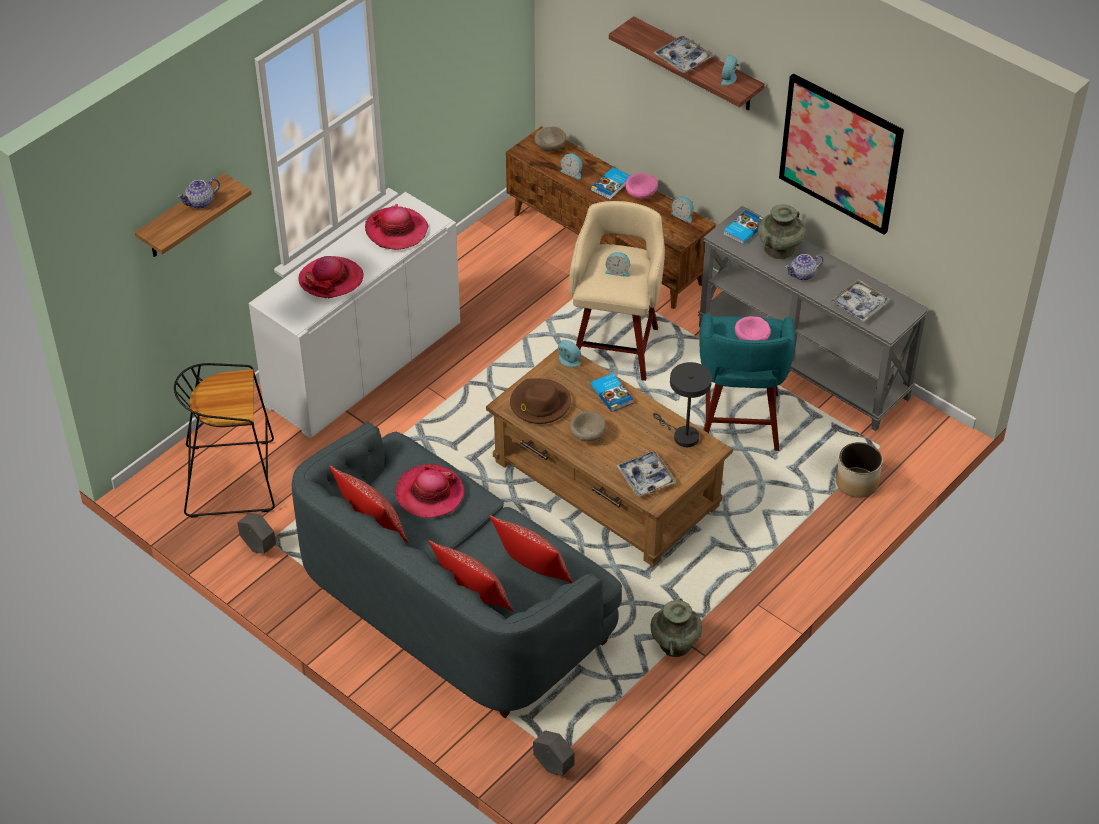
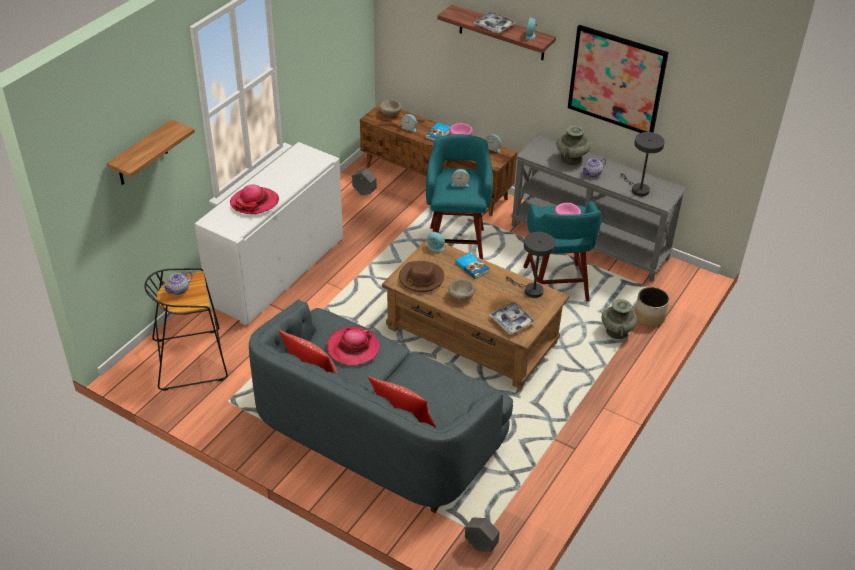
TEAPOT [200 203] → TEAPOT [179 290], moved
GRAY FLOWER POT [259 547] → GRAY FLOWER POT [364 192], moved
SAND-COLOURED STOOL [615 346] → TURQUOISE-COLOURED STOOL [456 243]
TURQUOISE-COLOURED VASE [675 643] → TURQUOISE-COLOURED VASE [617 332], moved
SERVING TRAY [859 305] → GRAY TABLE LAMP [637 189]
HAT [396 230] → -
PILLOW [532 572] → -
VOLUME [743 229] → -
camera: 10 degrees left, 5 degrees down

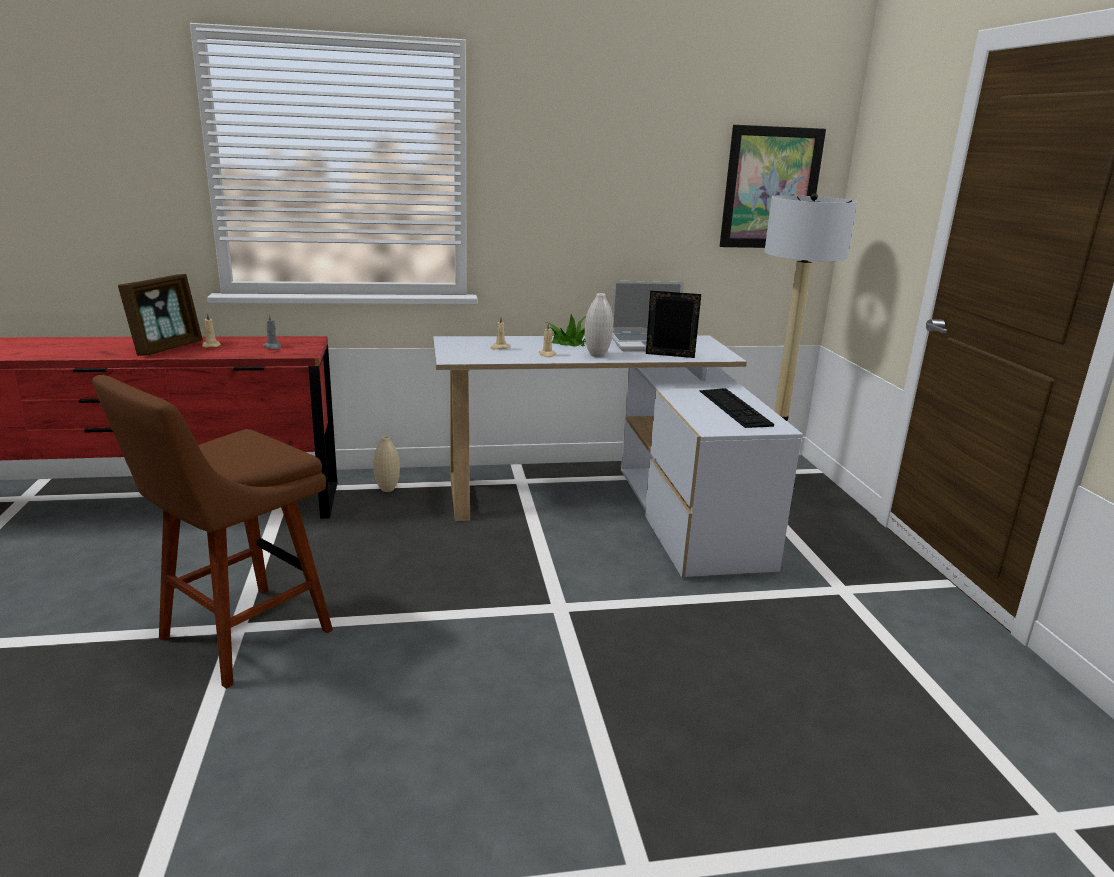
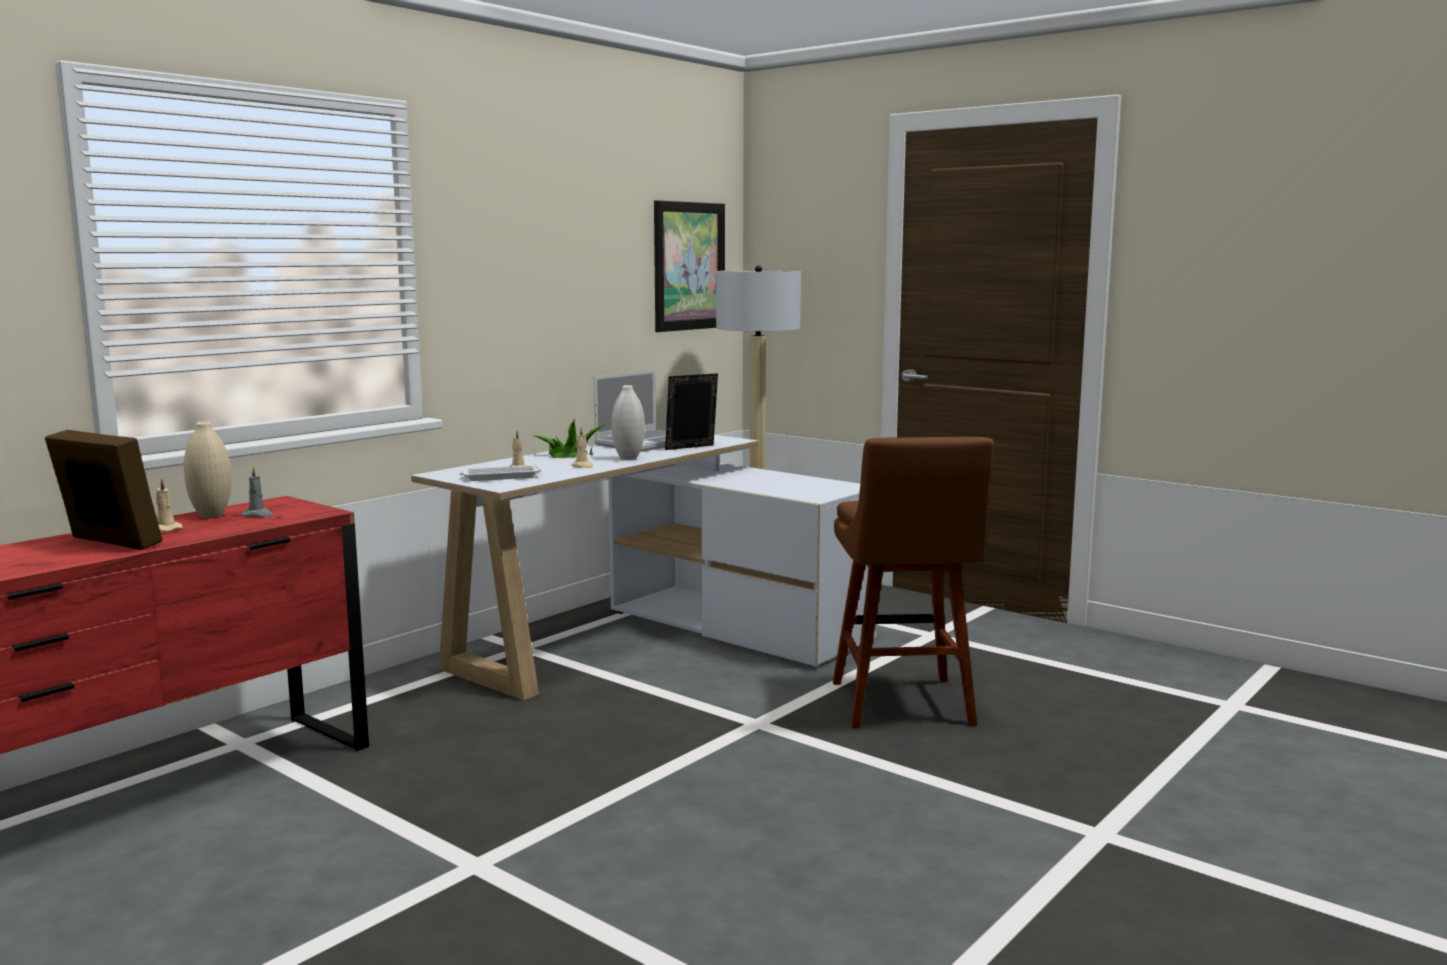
PHOTO FRAME [167 348] → PHOTO FRAME [109 543], 45 degrees counterclockwise
SAND-COLOURED VASE [387 489] → SAND-COLOURED VASE [211 515], moved
- → WHITE SERVING TRAY [499 477]
BROWN-COLOURED STOOL [238 638] → BROWN-COLOURED STOOL [903 706], moved
COMPUTER KEYBOARD [734 407] → -
camera: 40 degrees left, 10 degrees down

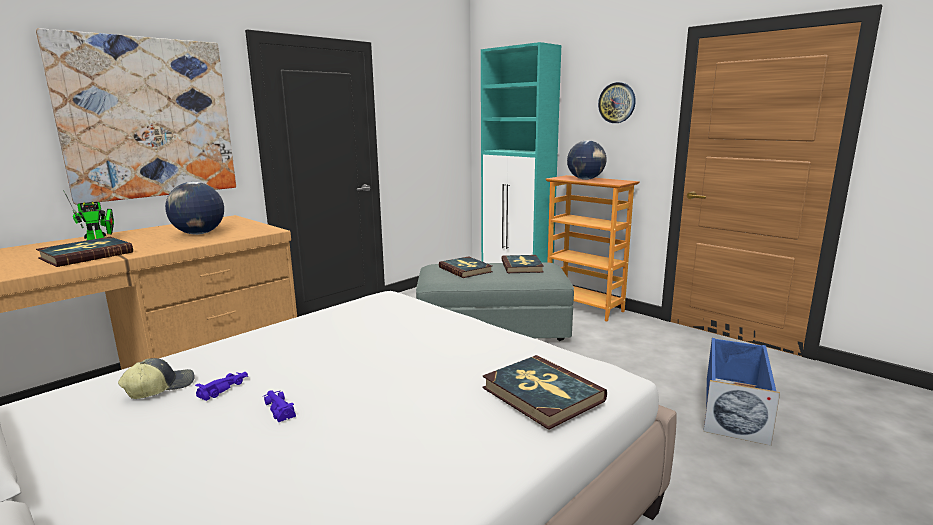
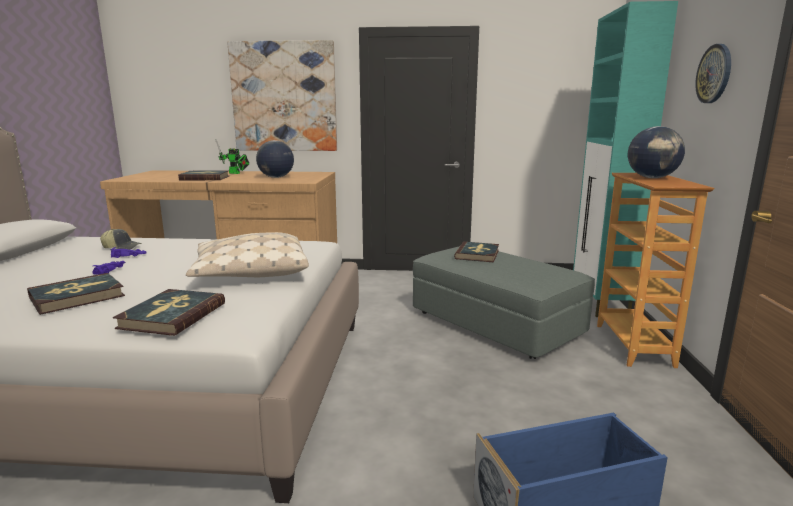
VOLUME [522 266] → VOLUME [77 297], moved
- → SAND-COLOURED PILLOW [250 272]
camera: 50 degrees right, 0 degrees up

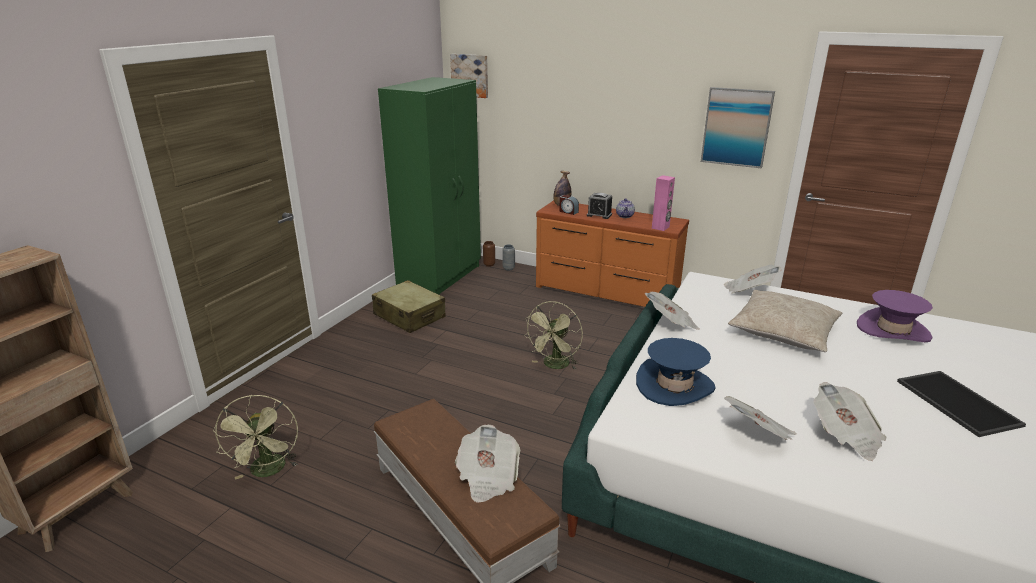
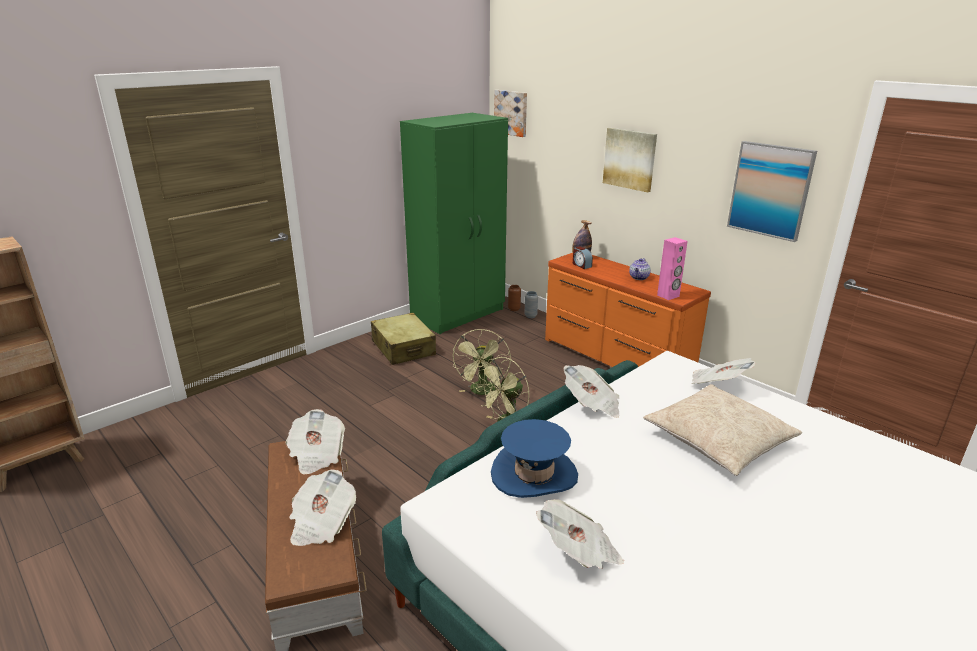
PRINTED PAPER [845 436] → PRINTED PAPER [316 455], moved
GREEN-COLOURED ELECTRIC FAN [268 471] → GREEN-COLOURED ELECTRIC FAN [483 392], moved
- → PICTURE [630 159]
TABLE CLOCK [599 215] → -
PURPLISH HAT [893 330] → -
SERVING TRAY [955 402] → -
camera: 20 degrees right, 0 degrees up

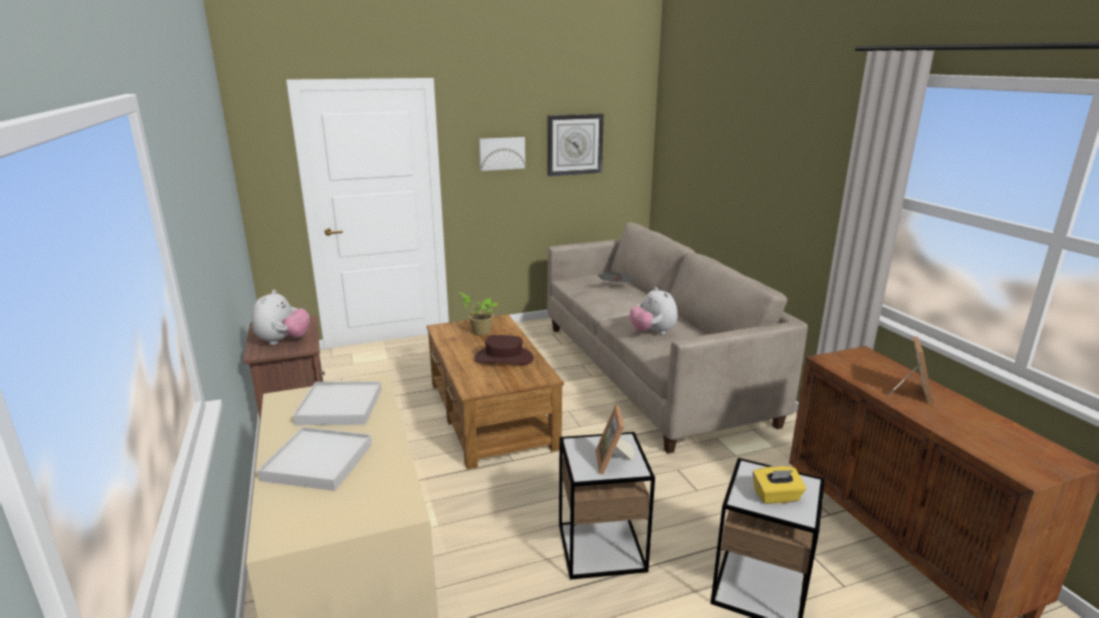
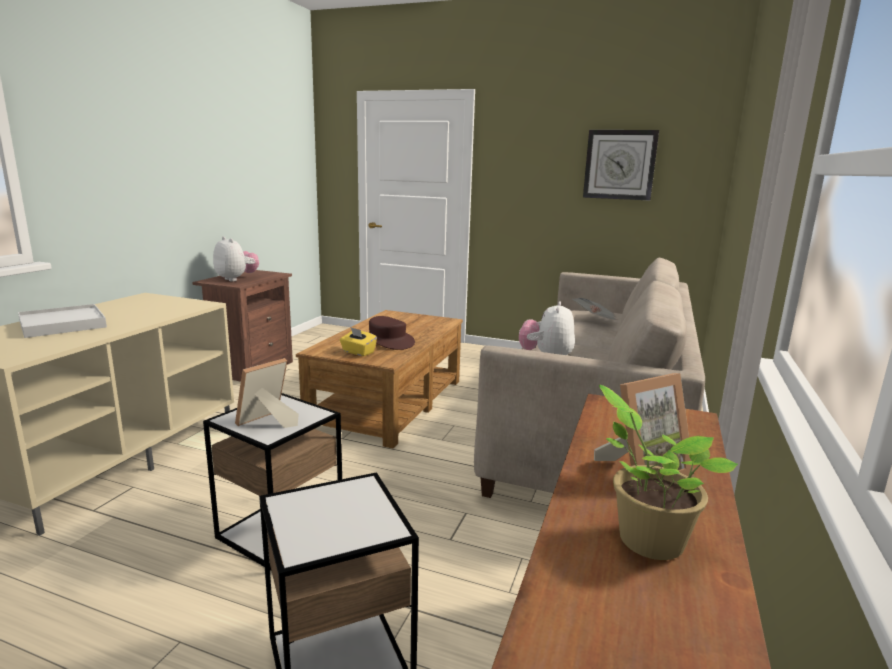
SOFT TOY [283 341] → SOFT TOY [236 279], 90 degrees counterclockwise
YELLOWISH TISSUE HOLDER [776 497] → YELLOWISH TISSUE HOLDER [358 352], moved
HOUSEPLANT [480 332] → HOUSEPLANT [645 539], moved
WHITE SERVING TRAY [340 407] → -
PICTURE [501 153] → -
camera: 40 degrees right, 5 degrees down

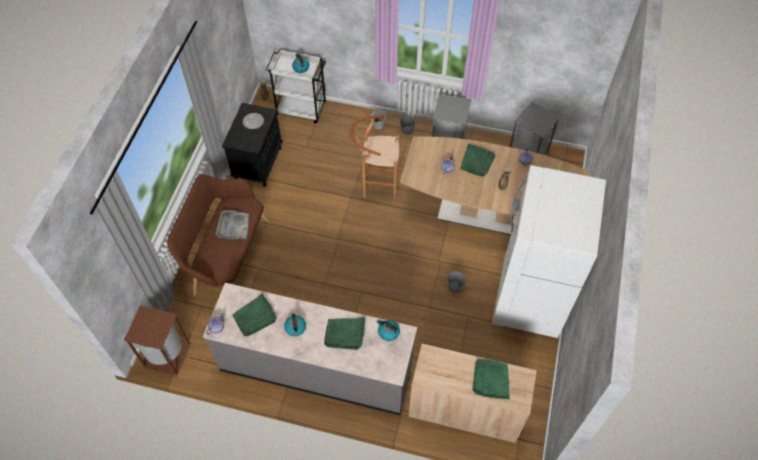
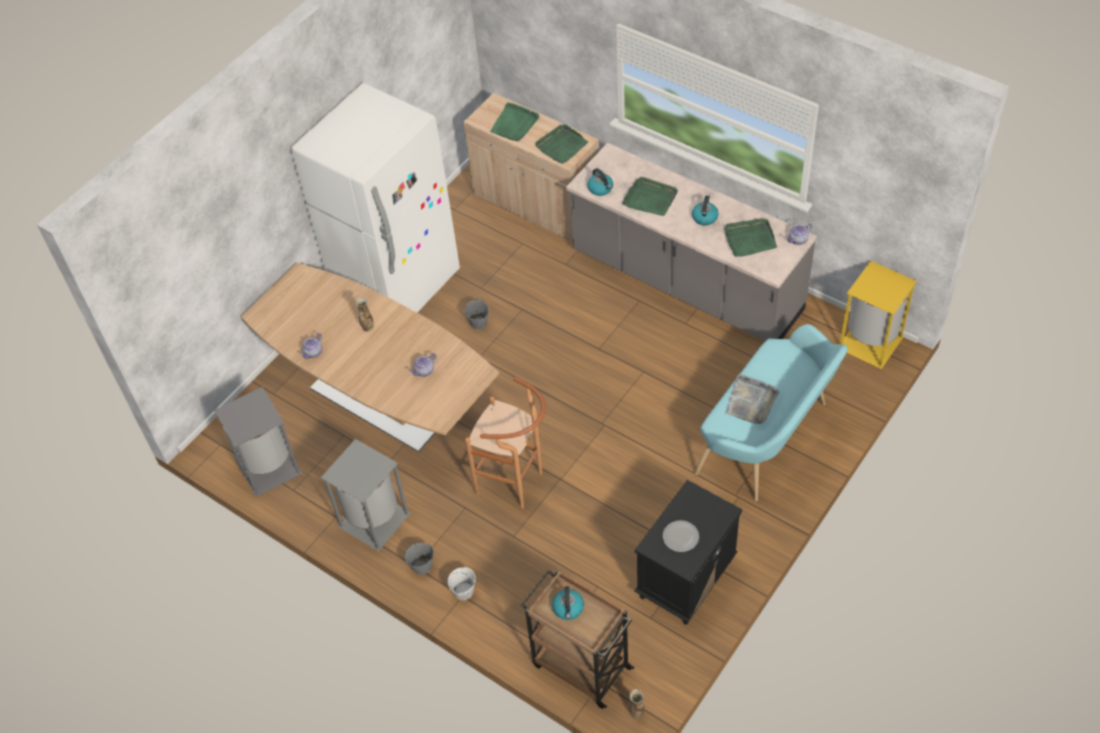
WHITE WHEELED CART [301 109] → BROWN-COLOURED WHEELED CART [580 665]
GREEN-COLOURED SERVING TRAY [477 162] → GREEN-COLOURED SERVING TRAY [561 146], moved
BROWN-COLOURED LONG SEAT [227 258] → TURQUOISE-COLOURED LONG SEAT [768 440]
BROWN-COLOURED TRASH CAN [166 354] → YELLOWISH TRASH CAN [870 343]
camera: 155 degrees left, 5 degrees down

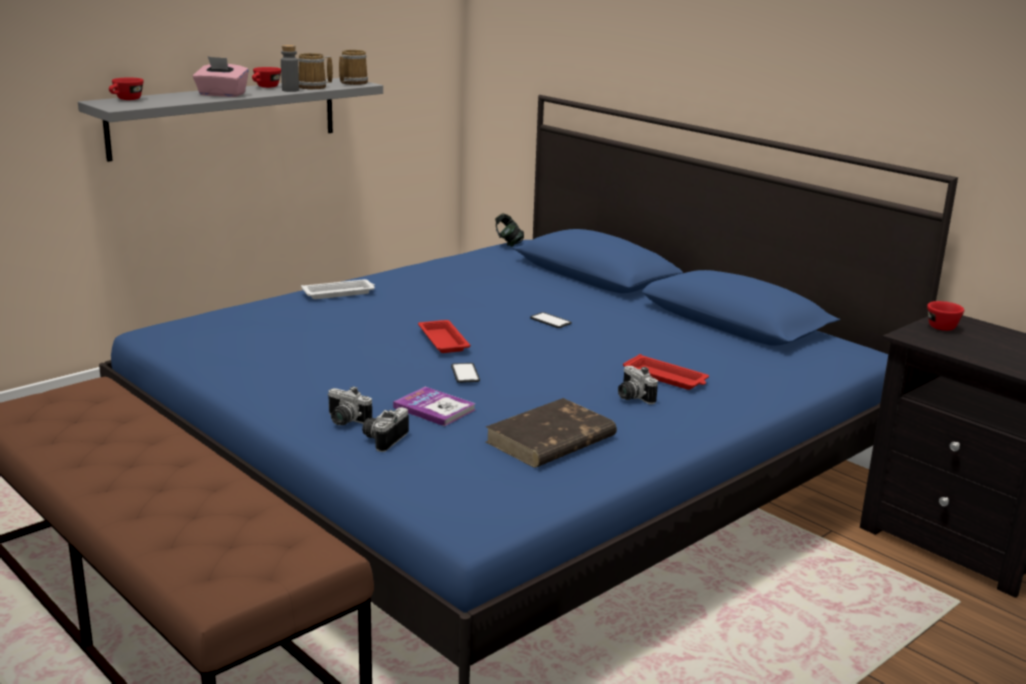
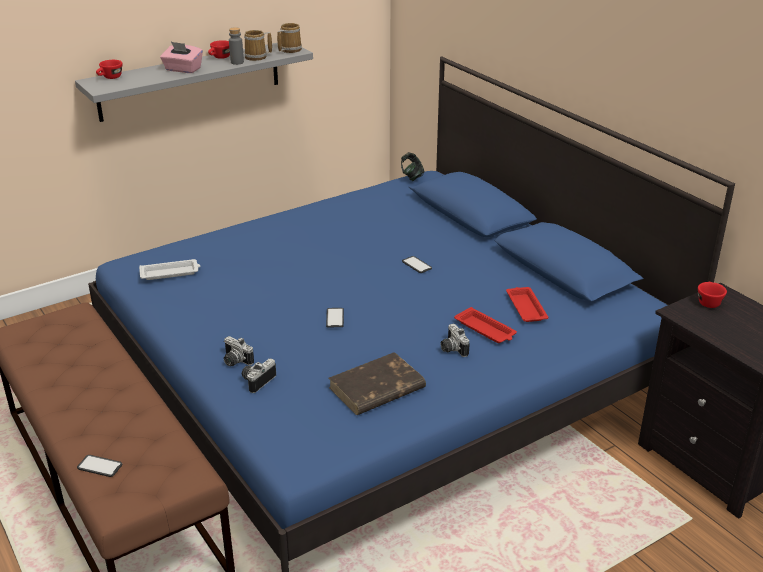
- → HANDSET [100 466]
WHITE SERVING TRAY [339 293] → WHITE SERVING TRAY [170 273], moved
RED SERVING TRAY [443 340] → RED SERVING TRAY [525 307], moved
VOLUME [434 408] → -
camera: 10 degrees right, 10 degrees up

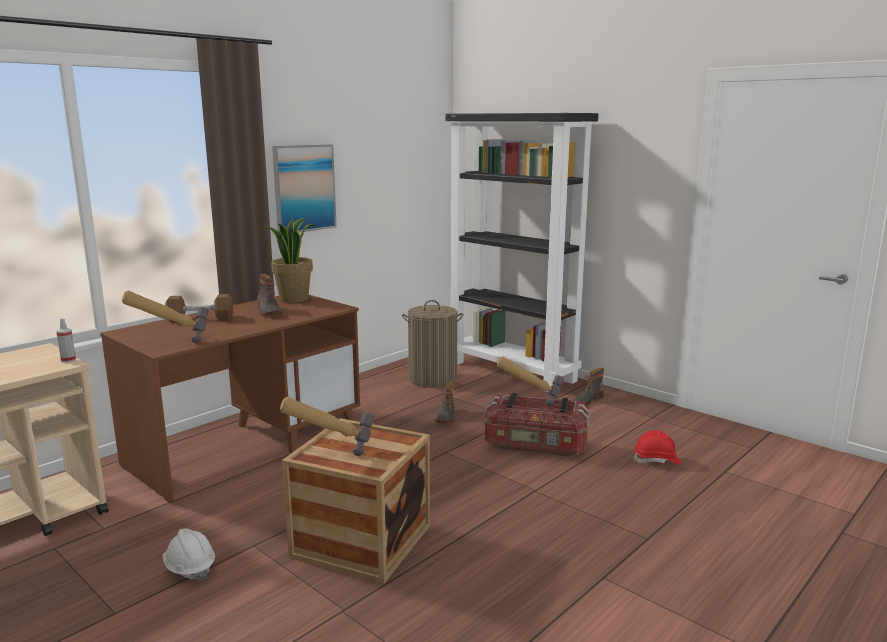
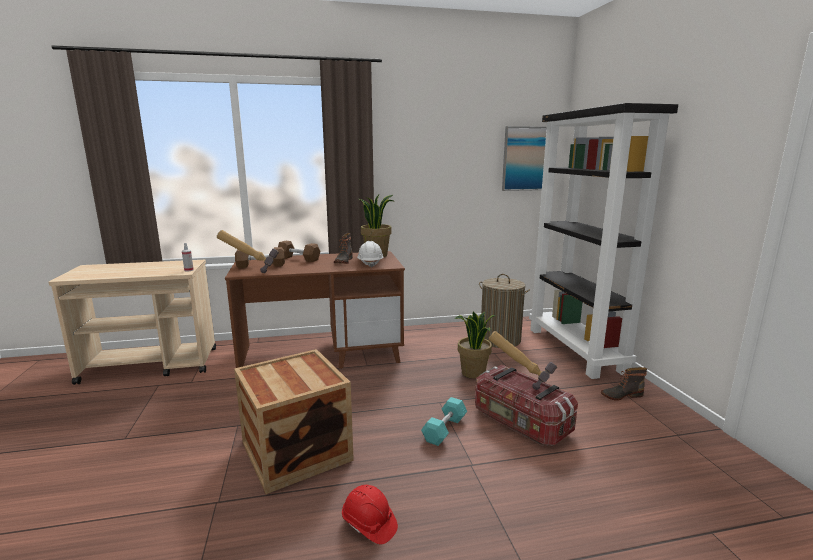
- → BROWN-COLOURED DUMBBELL [261 266]
RED WORK HELMET [657 460] → RED WORK HELMET [369 524], moved
WHITE WORK HELMET [190 568] → WHITE WORK HELMET [370 263], moved
- → TURQUOISE-COLOURED DUMBBELL [444 429]
HIGH-TOP BOOT [445 417] → HOUSEPLANT [473 373]
PICTURE [304 188] → PICTURE [527 159], moved
TOOL HAMMER [331 455] → -
camera: 35 degrees right, 0 degrees up

